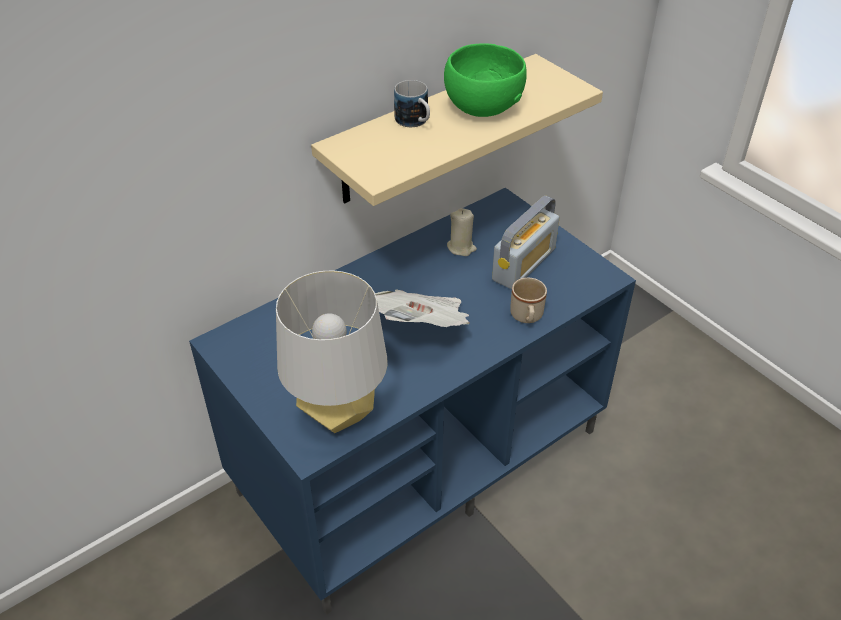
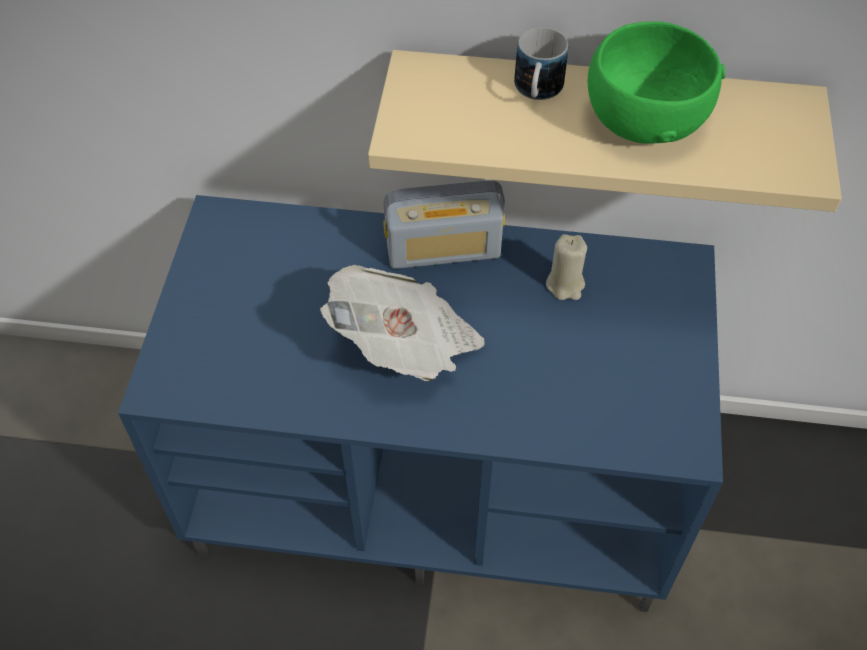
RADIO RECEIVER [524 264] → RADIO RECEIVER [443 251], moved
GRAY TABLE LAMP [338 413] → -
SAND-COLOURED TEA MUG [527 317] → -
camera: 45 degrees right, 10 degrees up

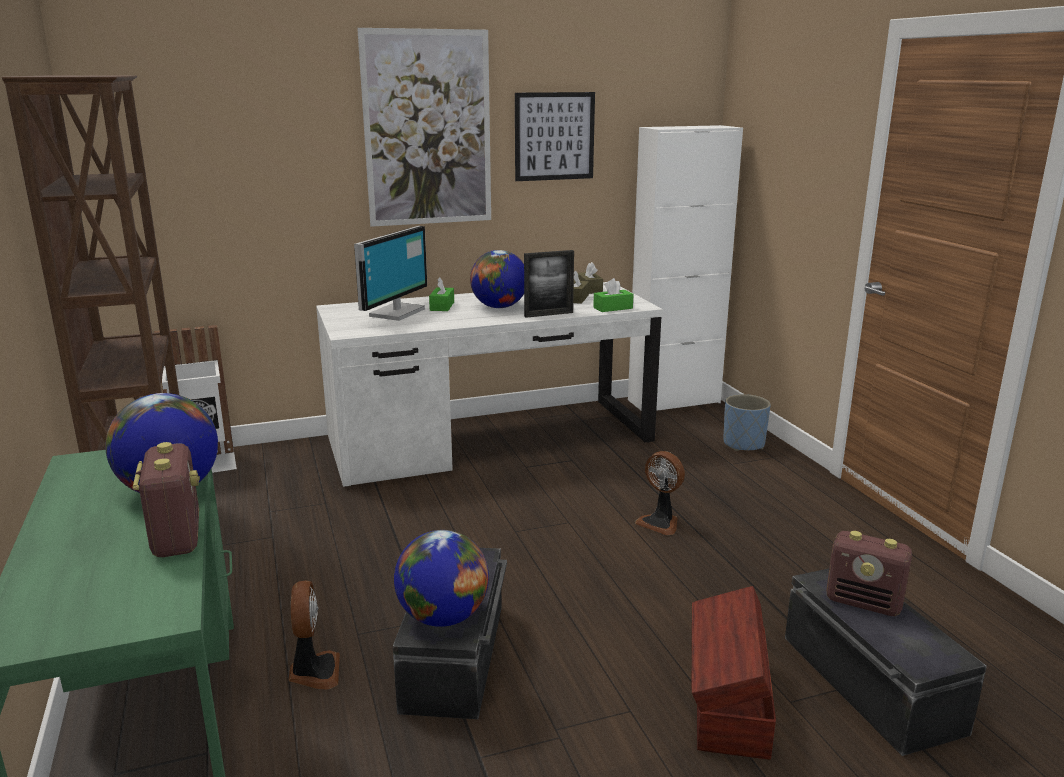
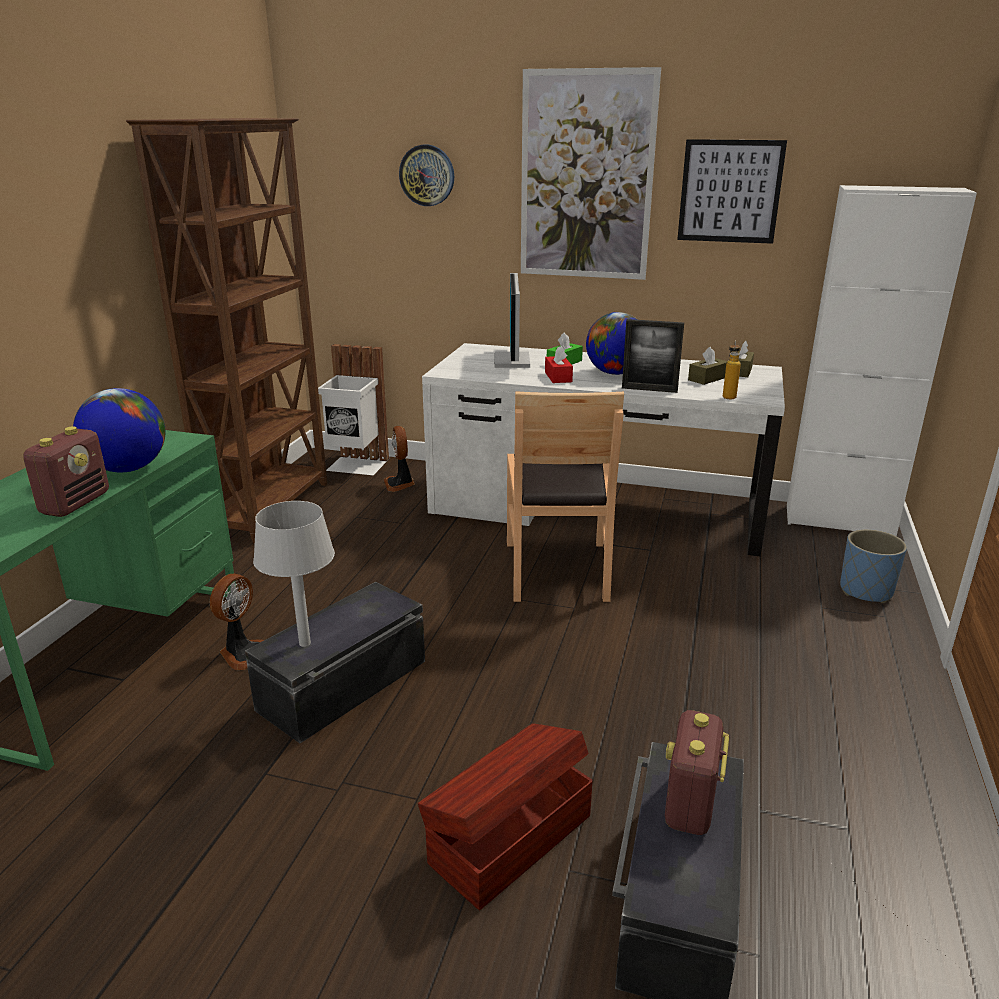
GLOBE [443 617] → GRAY TABLE LAMP [305 644]
ELECTRIC FAN [660 523] → ELECTRIC FAN [400 484], moved
- → WALL CLOCK [427 175]
COMPUTER SCREEN [395 312] → COMPUTER SCREEN [514 361], 120 degrees clockwise
- → BROWN-COLOURED PLAIN CHAIR [557 570]
- → RED TISSUE HOLDER [558 377]
RADIO RECEIVER [864 603] → RADIO RECEIVER [690 805], 45 degrees clockwise
GREEN-COLOURED TISSUE HOLDER [613 308] → DRINK BOTTLE [729 395]
camera: 35 degrees right, 5 degrees up

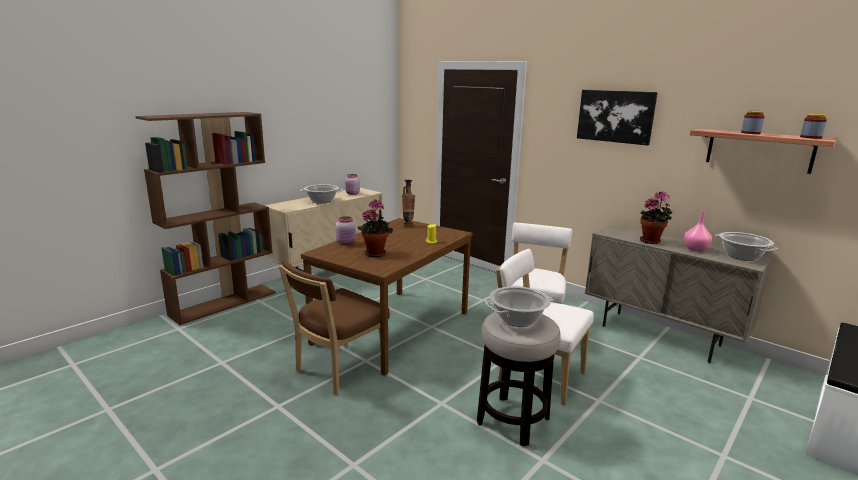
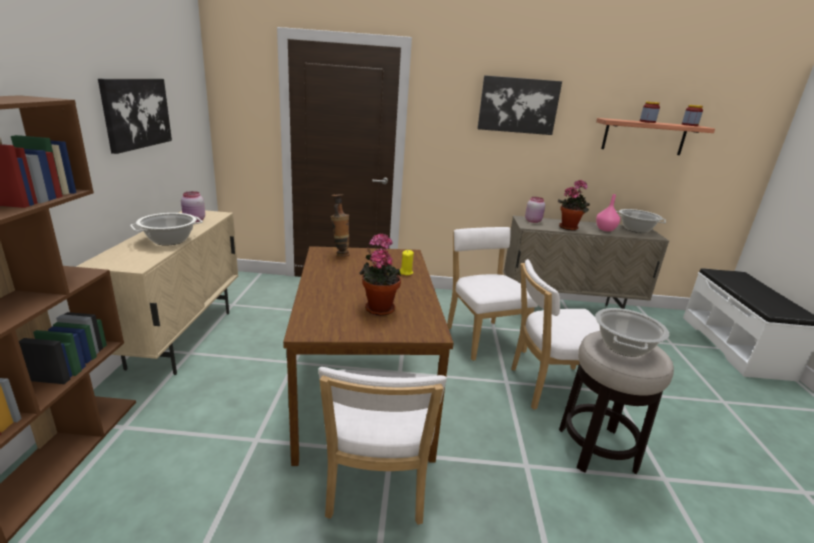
- → PICTURE [136 113]
BROWN-COLOURED PLAIN CHAIR [337 370] → WHITE PLAIN CHAIR [376 485]
PINK-COLOURED STORAGE JAR [346 243] → PINK-COLOURED STORAGE JAR [533 221], moved
camera: 40 degrees left, 5 degrees up

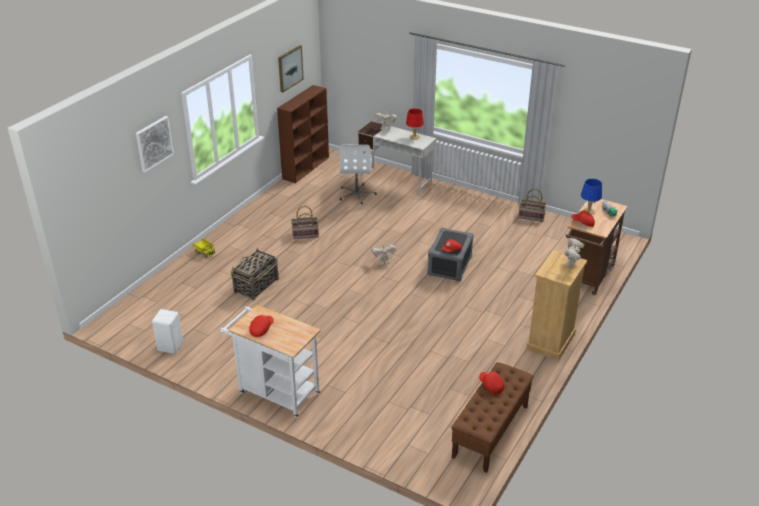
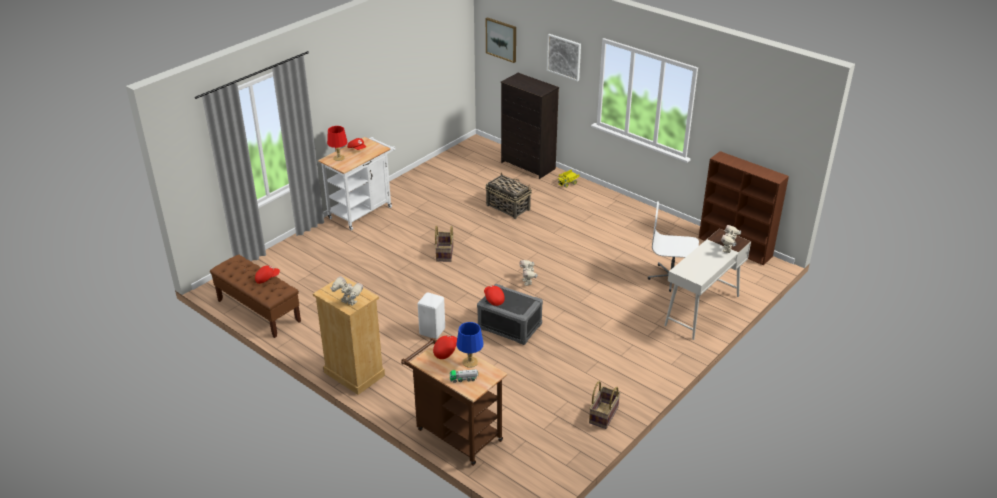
RED TABLE LAMP [414 137] → RED TABLE LAMP [339 158], moved
WHITE STOOL [170 346] → WHITE STOOL [433 331], moved
HOUSEHOLD BASKET [305 235] → HOUSEHOLD BASKET [444 253], moved
PICTURE [290 68] → PICTURE [501 39], moved
- → BLACK-COLOURED DRAWER CHEST [528 166]
camera: 100 degrees right, 0 degrees up

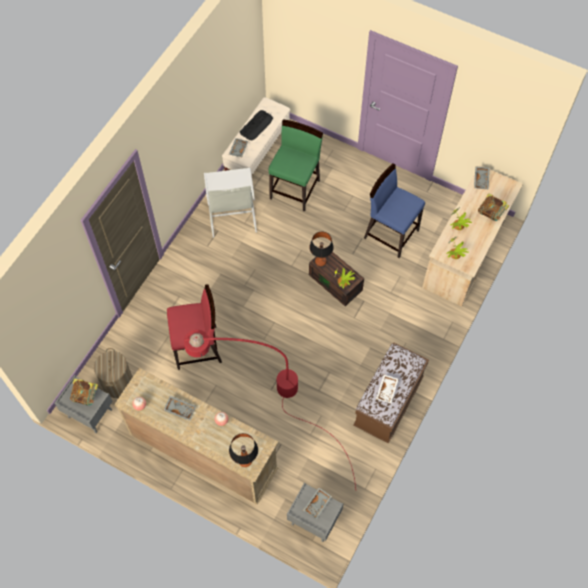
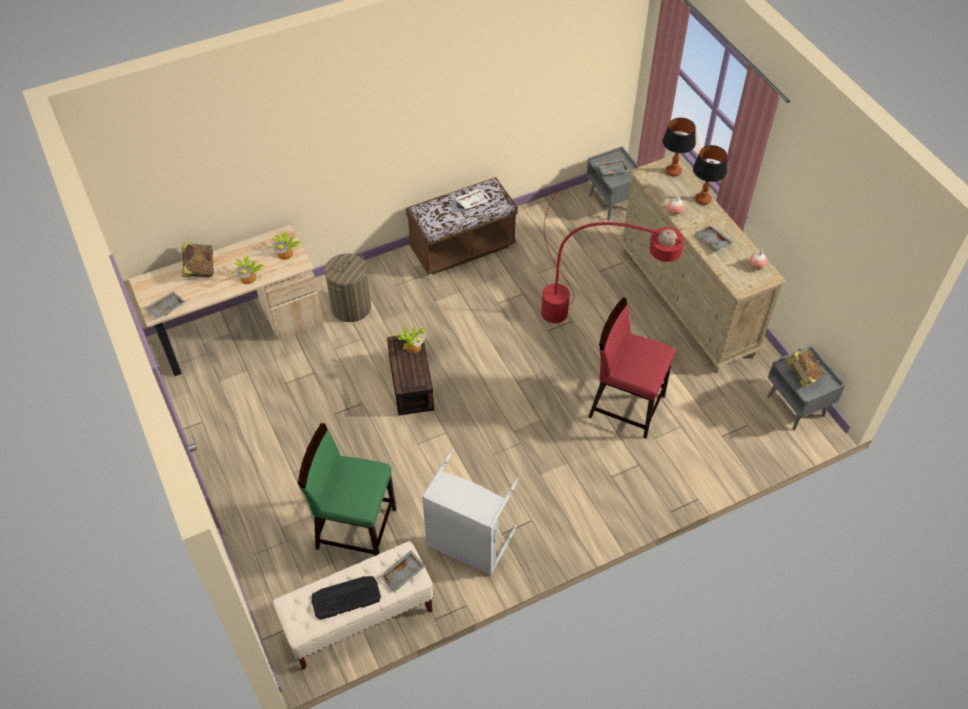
GREEN-COLOURED PLAIN CHAIR [295 189] → GREEN-COLOURED PLAIN CHAIR [355 527], 45 degrees clockwise
WASHING BASKET [118 383] → WASHING BASKET [351 307], moved
TABLE LAMP [320 261] → TABLE LAMP [703 200], moved
BLUISH PLAIN CHAIR [391 233] → -
camera: 145 degrees left, 10 degrees down

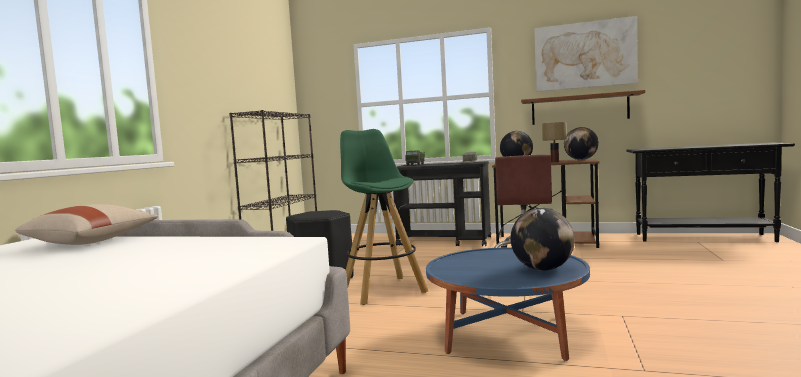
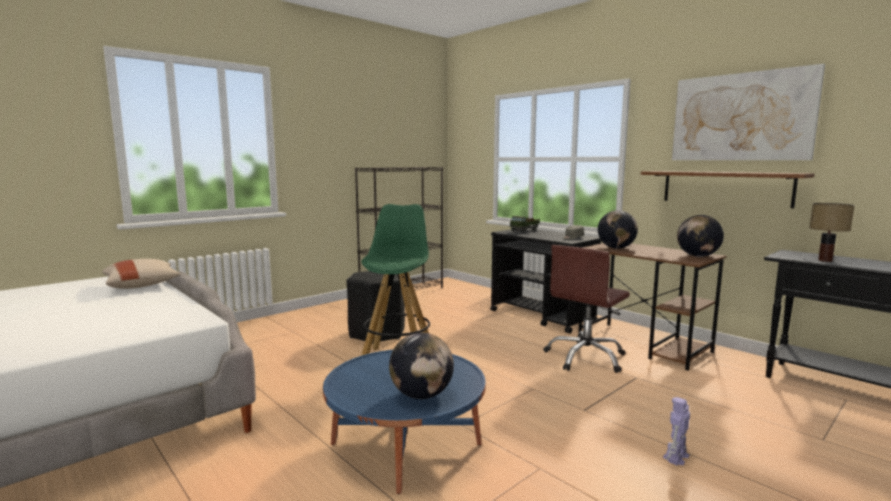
- → TOY ROBOT [675 457]
TABLE LAMP [555 162] → TABLE LAMP [825 260], moved
camera: 30 degrees right, 5 degrees up

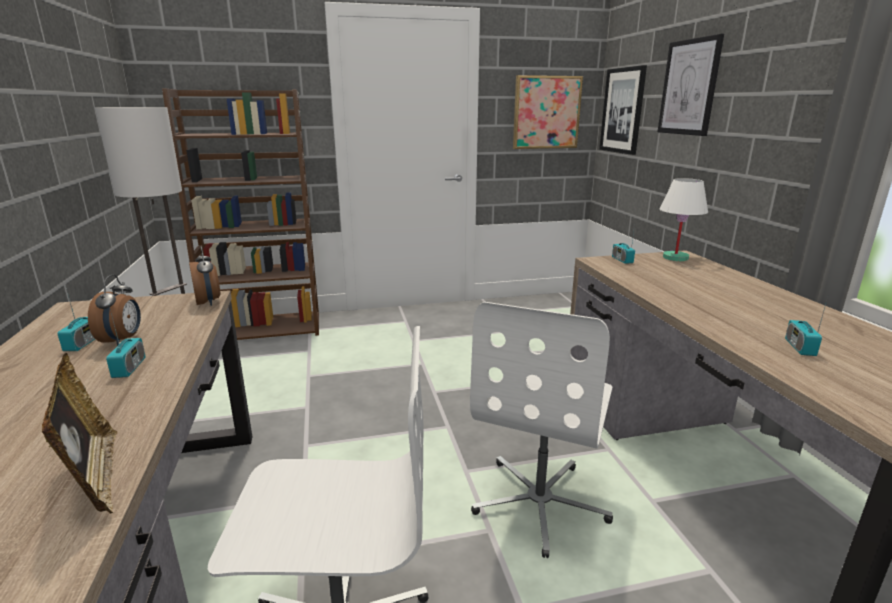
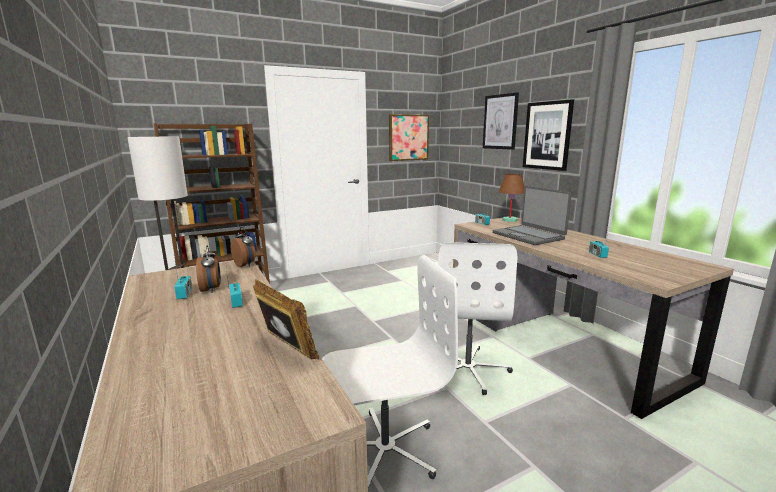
- → PORTABLE COMPUTER [528 236]
WHITE TABLE LAMP [676 258] → BROWN-COLOURED TABLE LAMP [510 220]
PICTURE [622 110] → PICTURE [547 135], moved
camera: 15 degrees left, 5 degrees down

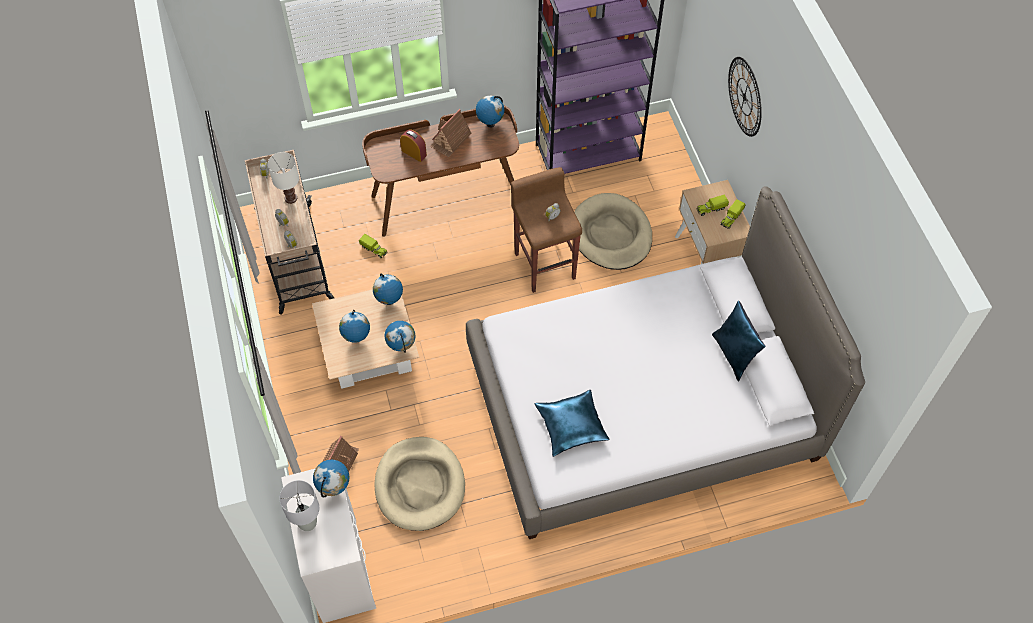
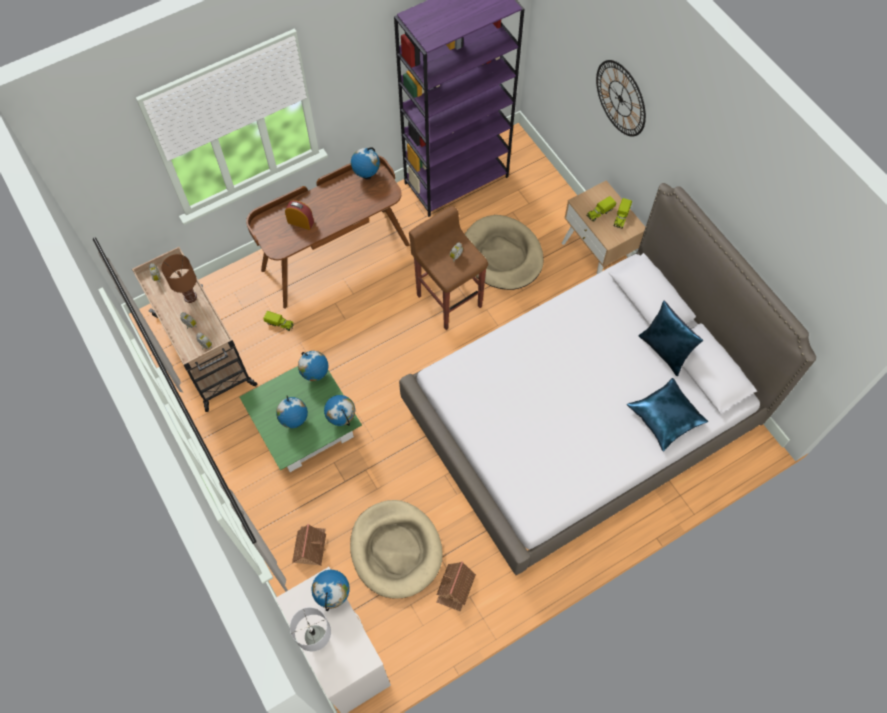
WHITE TABLE LAMP [290 198] → BROWN-COLOURED TABLE LAMP [190 296]
SAND-COLOURED COFFEE TABLE [369 350] → GREEN-COLOURED COFFEE TABLE [305 426]
MINIATURE HOUSE [450 140] → MINIATURE HOUSE [455 587], moved
BLUISH PILLOW [571 426] → BLUISH PILLOW [666 417], moved
camera: 15 degrees left, 5 degrees up

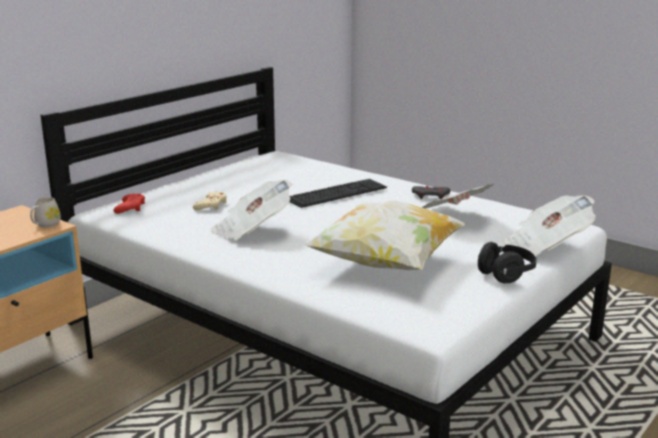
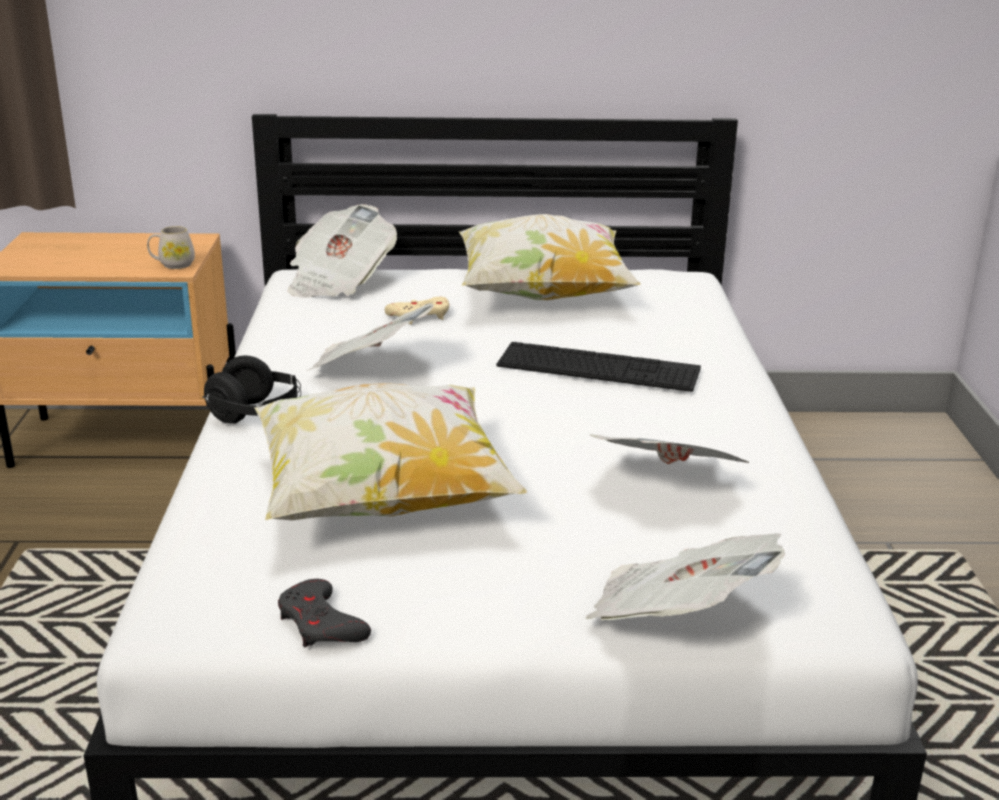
BLACK-COLOURED PAIR OF HEADPHONES [506 275] → BLACK-COLOURED PAIR OF HEADPHONES [256 415], moved
GRAY JOYPAD [431 196] → GRAY JOYPAD [321 623], moved
RED JOYPAD [130 207] → PRINTED PAPER [339 282]
- → PILLOW [543 296]
camera: 50 degrees right, 5 degrees up

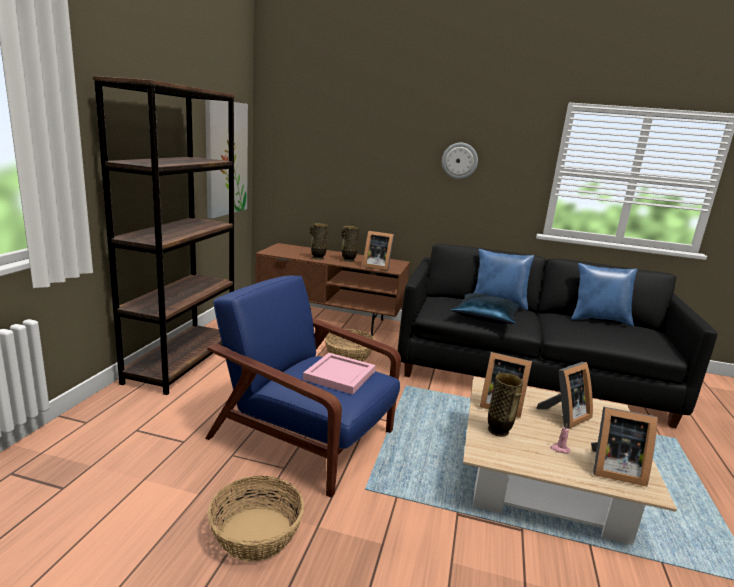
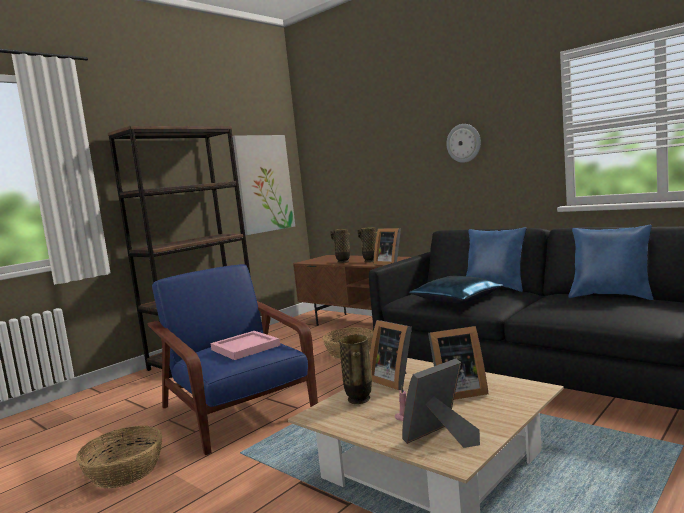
PHOTO FRAME [613 469] → PHOTO FRAME [441 439], 105 degrees clockwise
camera: 30 degrees right, 10 degrees down

